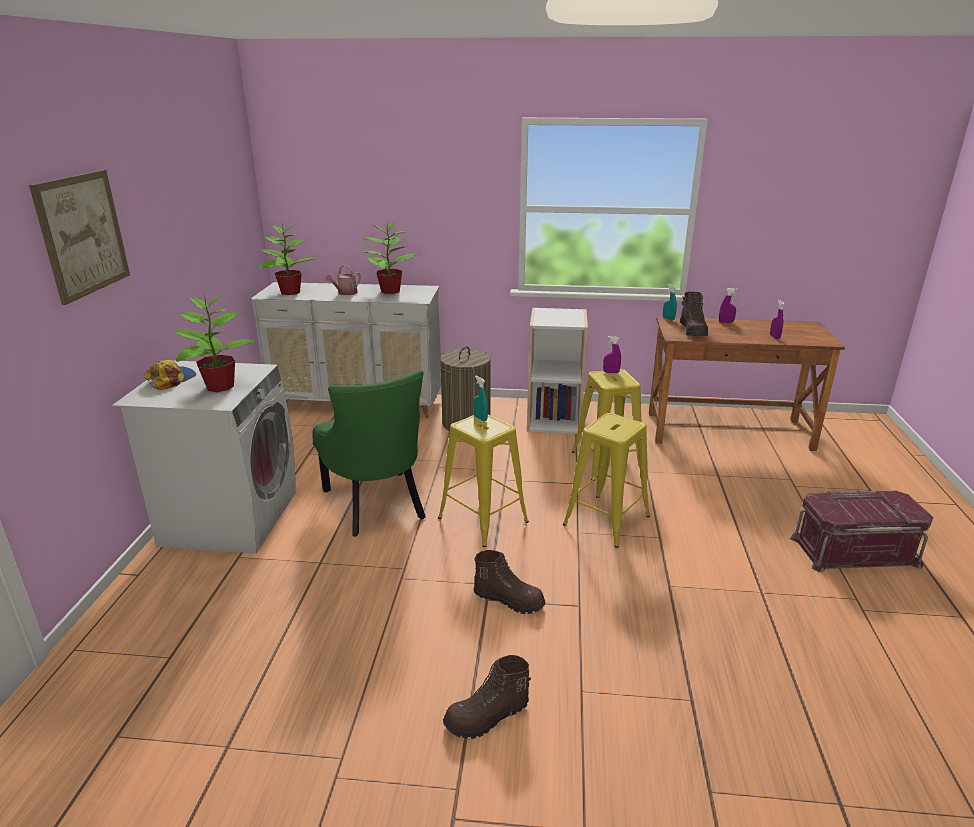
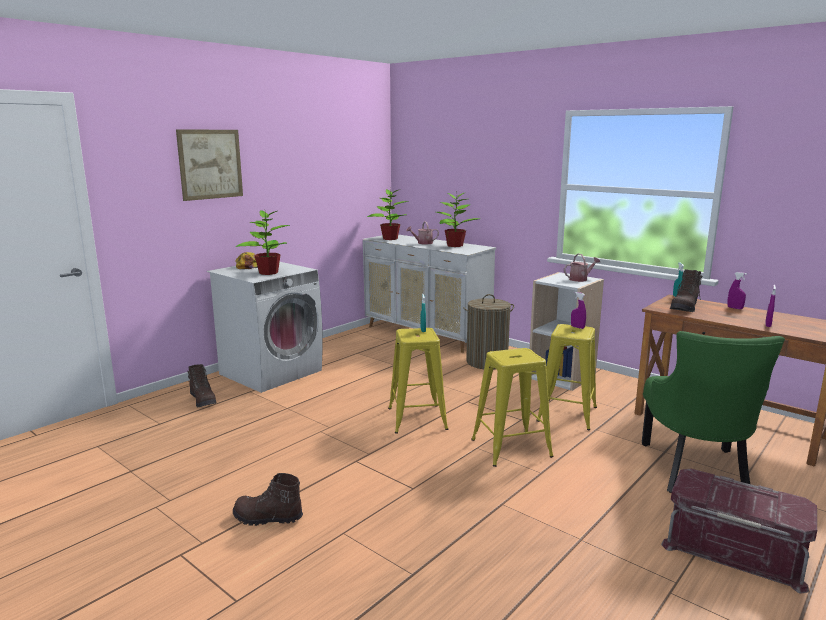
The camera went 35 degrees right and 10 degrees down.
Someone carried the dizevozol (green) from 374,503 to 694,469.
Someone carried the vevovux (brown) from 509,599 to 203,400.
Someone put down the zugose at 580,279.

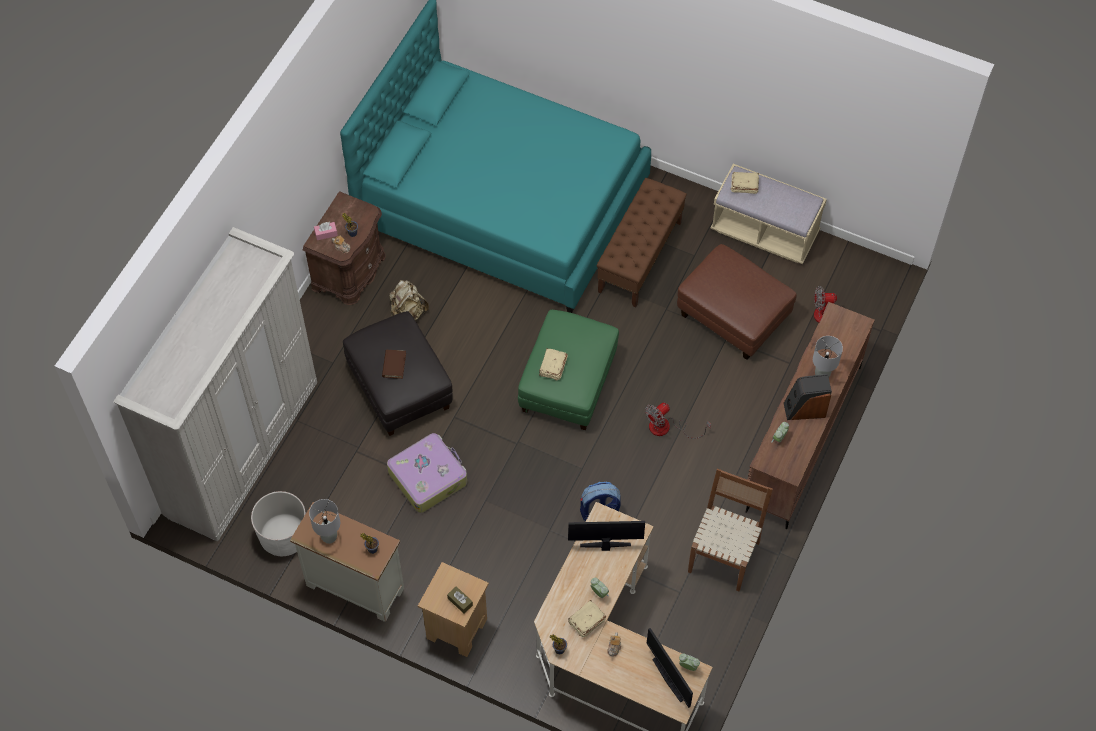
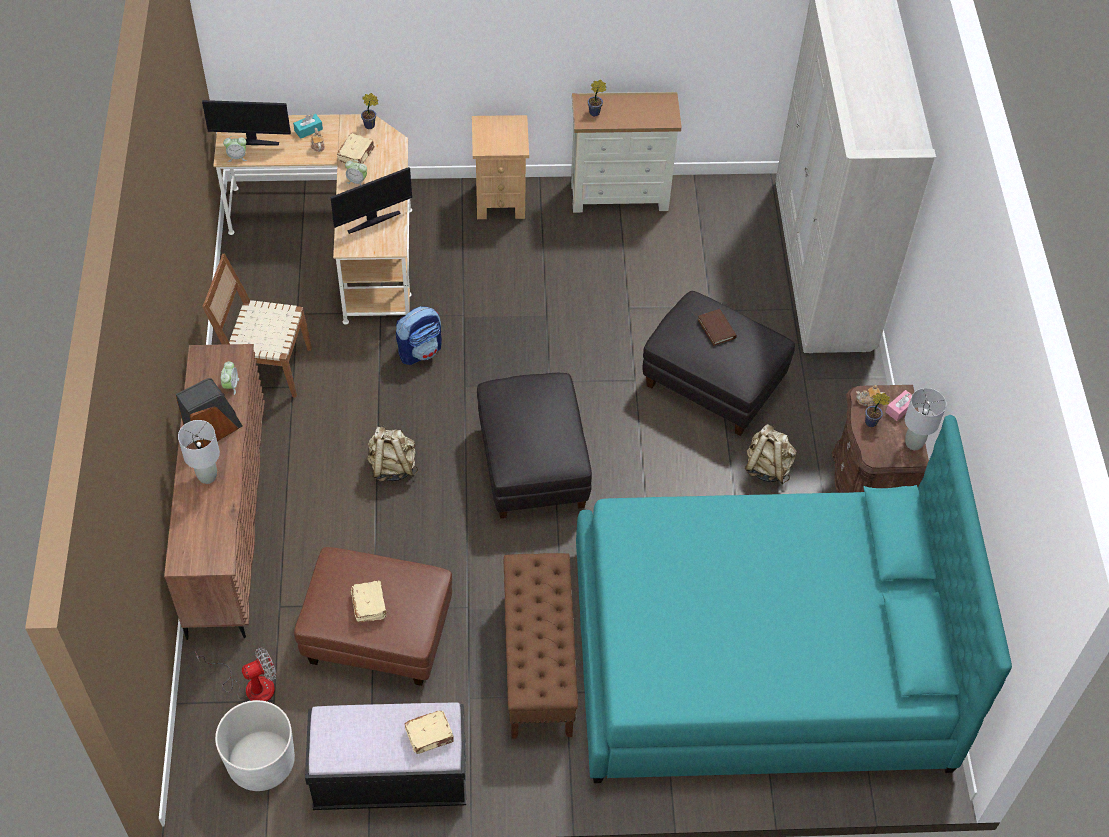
The camera went 150 degrees right and 5 degrees down.
Someone repainted the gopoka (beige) at 764,232, which became the gopoka (black) at 390,778.
Someone repainted the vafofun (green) at 568,384, which became the vafofun (black) at 533,466.
Someone carried the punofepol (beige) from 552,367 to 369,604.
Someone swapped the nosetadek at 667,428 for the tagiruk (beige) at 392,466.
Someone took away the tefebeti at 428,477.
Someone rotated the dizevozol at 725,553 by 105 degrees clockwise.
Someone carried the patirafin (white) from 284,536 to 261,762.
Someone carried the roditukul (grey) from 329,537 to 913,443.
Someone took away the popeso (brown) at 460,602.
Someone rotated the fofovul at 669,679 by 150 degrees clockwise.
Someone put down the popeso (turquoise) at 308,130.

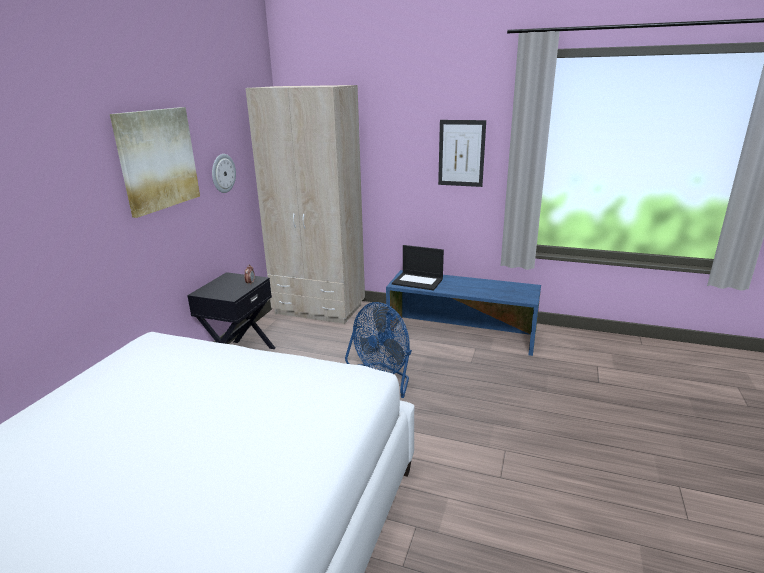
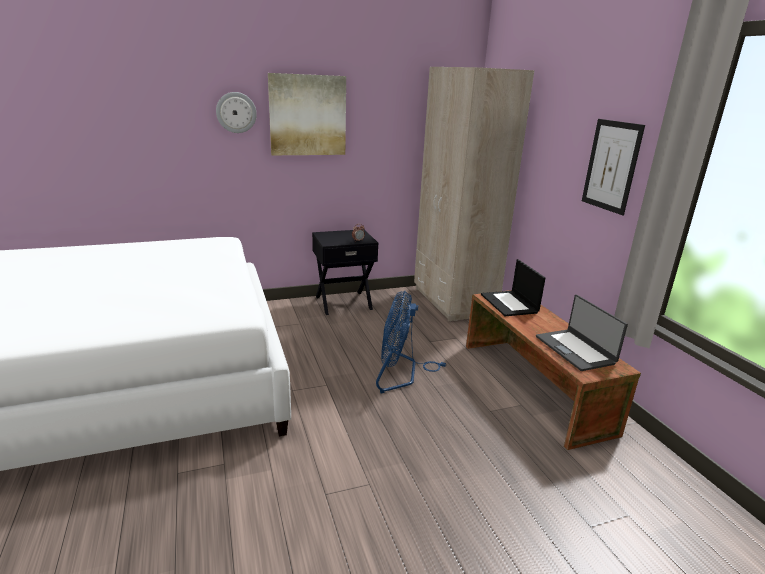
The camera went 50 degrees right and 0 degrees up.
Someone carried the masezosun from 223,173 to 236,112.
Someone repainted the gopoka (blue) at 462,333, which became the gopoka (brown) at 535,386.
Someone put down the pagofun at 575,350.

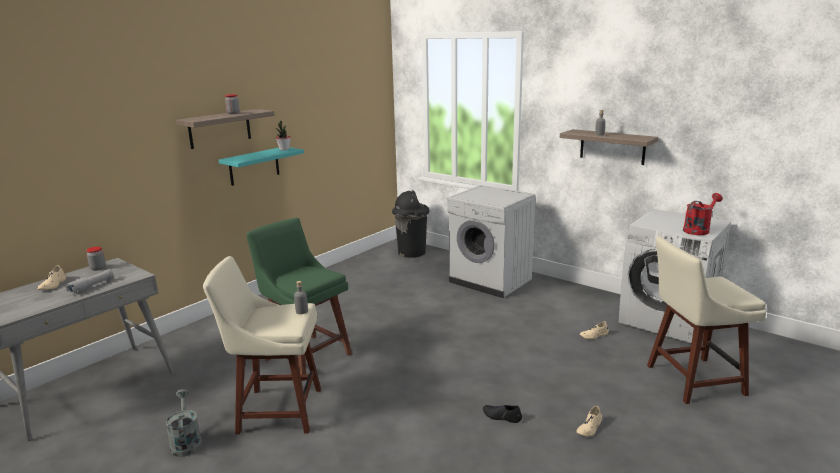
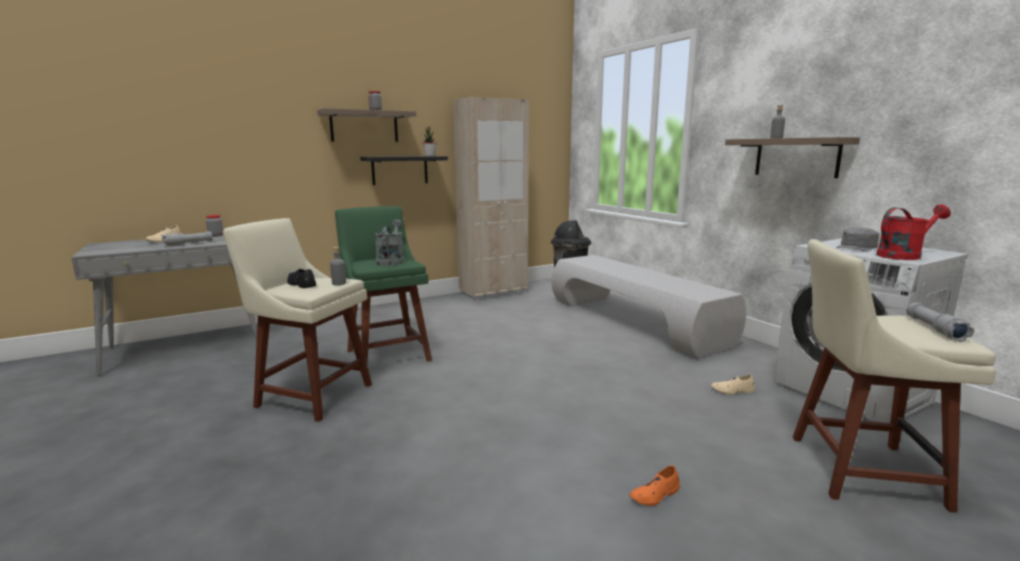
The camera went 20 degrees right and 5 degrees down.
Someone repainted the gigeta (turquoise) at 254,166, which became the gigeta (black) at 400,170.
Someone swapped the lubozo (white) at 489,281 for the gopoka (grey) at 635,321.
Someone carried the zugose (grey) from 186,442 to 391,261.
Someone carried the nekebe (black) from 501,416 to 301,284.
Someone repainted the nekebe (beige) at 589,428, which became the nekebe (orange) at 655,495.
Someone put down the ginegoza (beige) at 494,293.
Someone put down the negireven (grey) at 857,247.
Someone put down the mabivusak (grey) at 934,329.

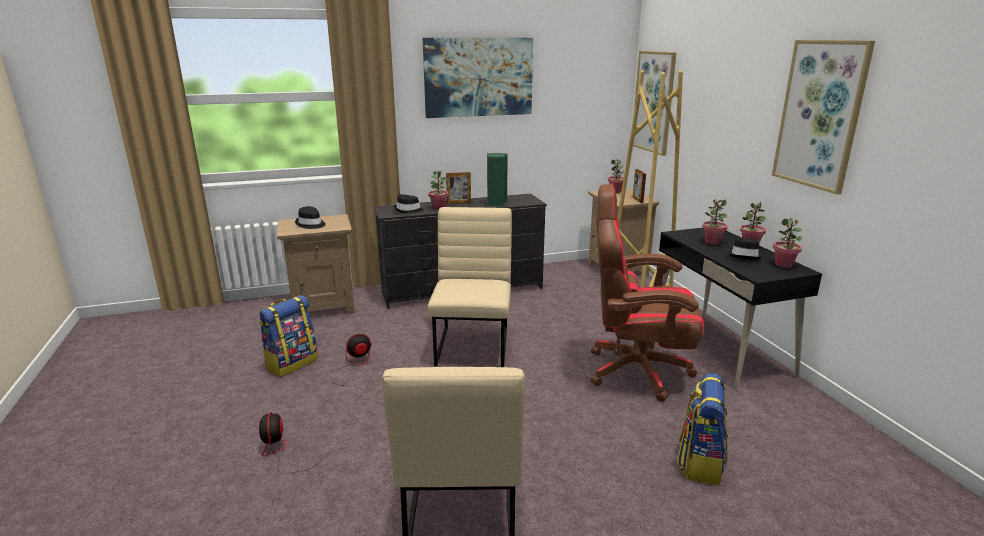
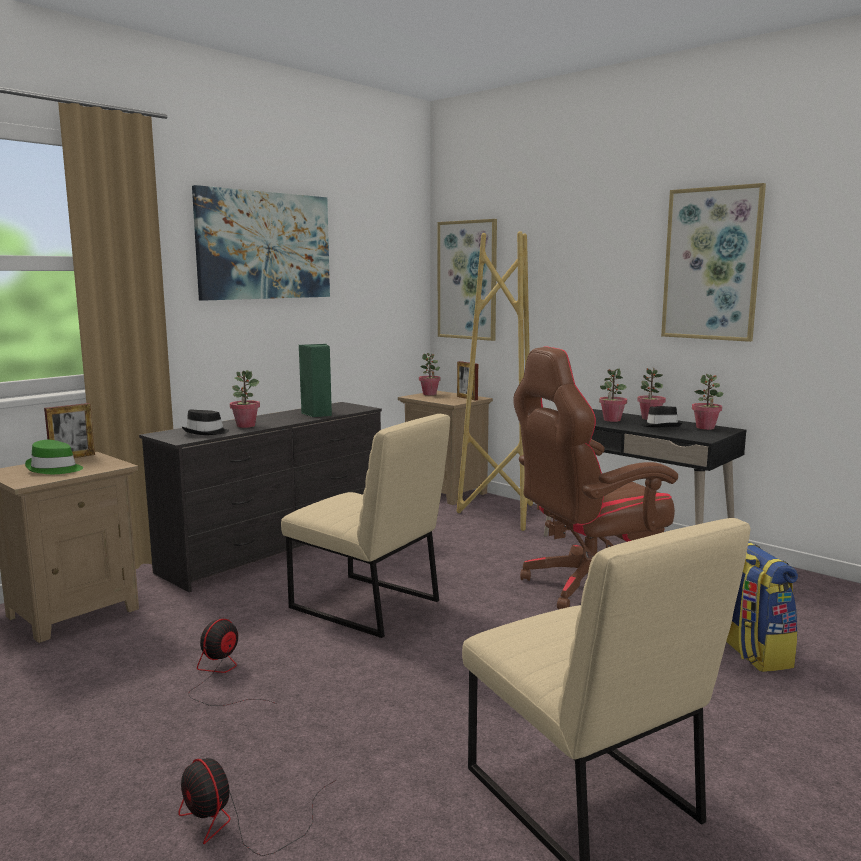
The camera went 30 degrees left and 10 degrees down.
Someone carried the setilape from 459,203 to 72,457.
Someone repainted the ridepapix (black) at 310,224, which became the ridepapix (green) at 54,469.
Someone rotated the dizevozol (beige) at 473,345 by 150 degrees clockwise.
Someone took away the tagiruk at 292,363.

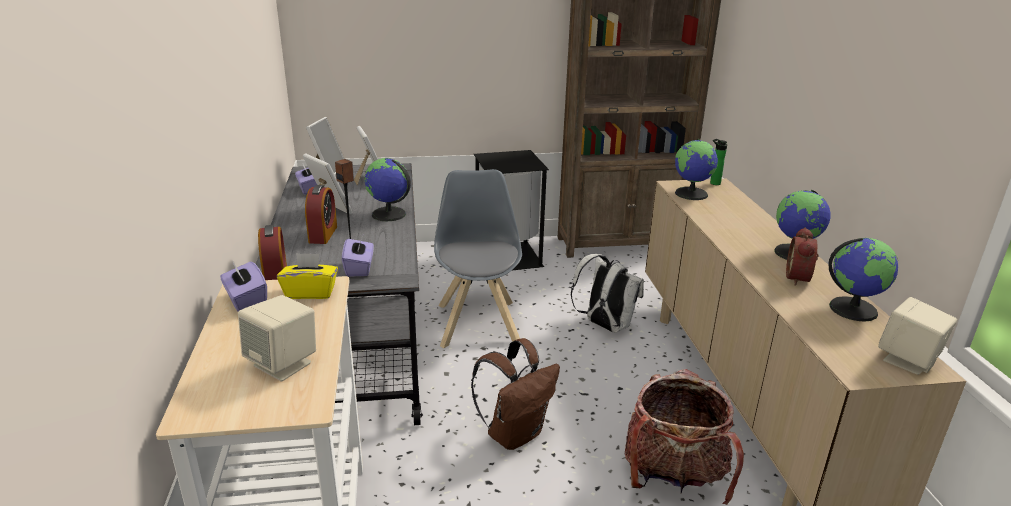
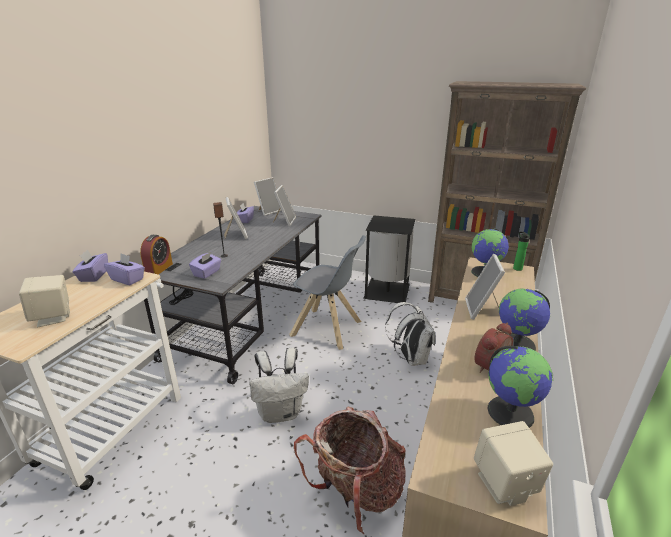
The camera went 30 degrees right and 0 degrees up.
Someone took away the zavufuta at 388,214.
Someone rotated the dizevozol (grey) at 478,322 by 90 degrees clockwise.
Someone took away the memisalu at 323,234.
Someone repainted the popeso (yellow) at 310,292, which became the popeso (purple) at 127,279.
Someone repainted the tagiruk (brown) at 515,433, which became the tagiruk (white) at 281,412.
Someone put down the setilape at 482,310.

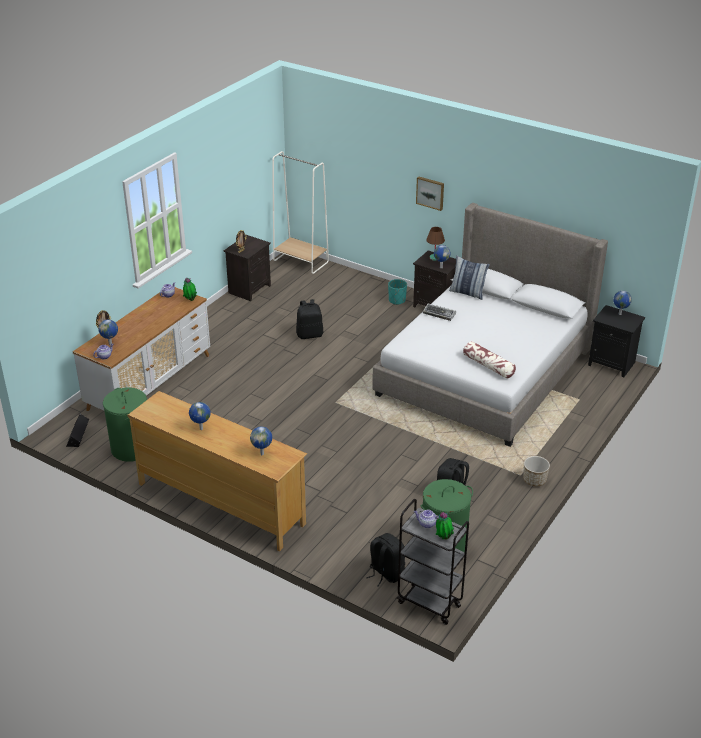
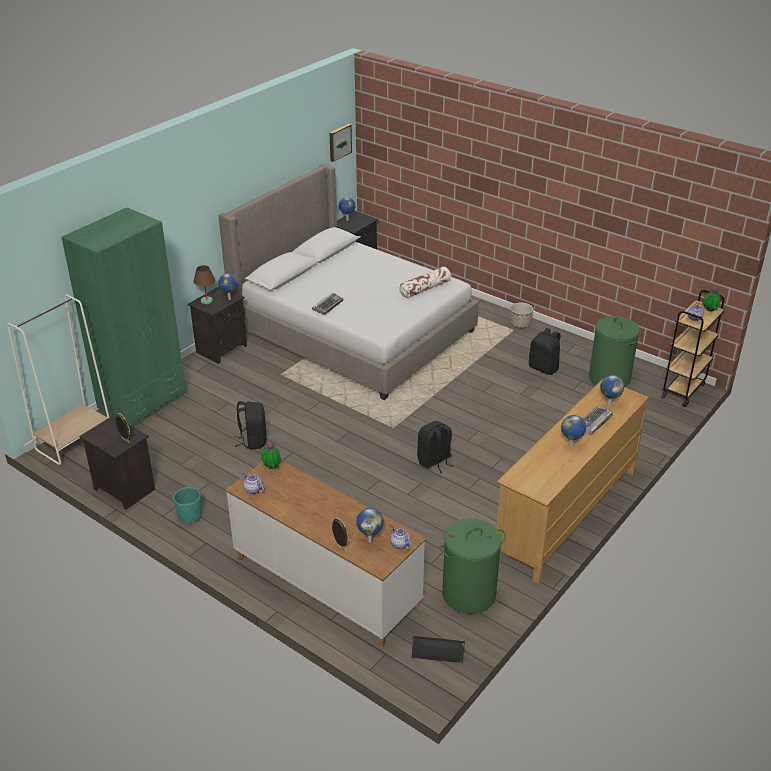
The camera went 85 degrees left and 0 degrees up.
Someone carried the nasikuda from 430,192 to 339,142.
Someone took away the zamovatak at 467,292.
Someone carried the patirafin (turquoise) from 397,300 to 189,516.
Someone repainted the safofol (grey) at 428,604, which became the safofol (brown) at 683,392.
Someone carried the tagiruk (black) from 385,573 to 434,461.
Someone put down the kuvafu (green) at 144,404.
Someone put down the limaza at 593,423.

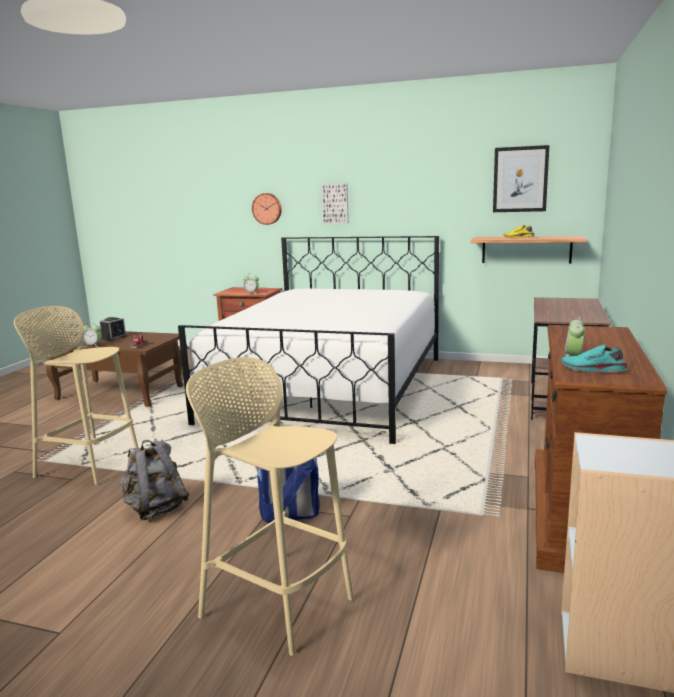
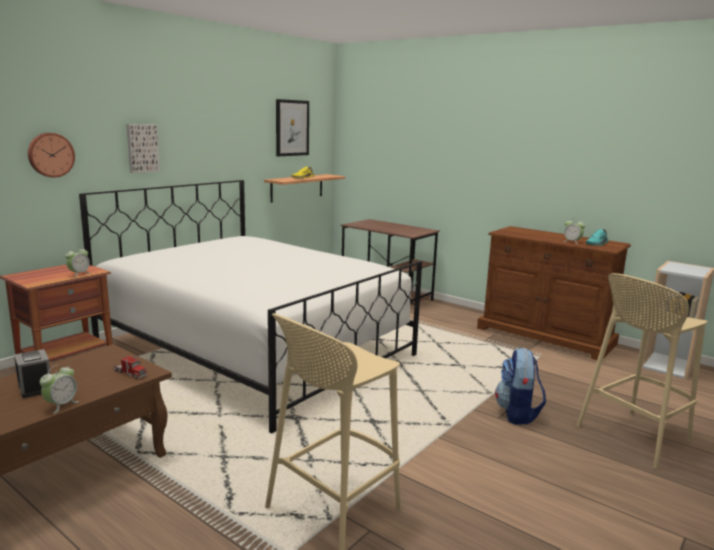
The camera went 70 degrees left and 0 degrees up.
Someone took away the tagiruk (grey) at 156,509.

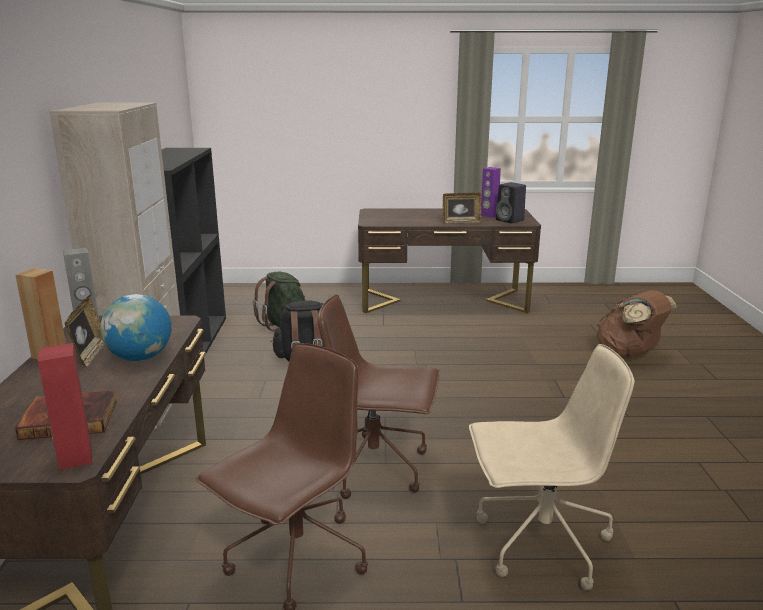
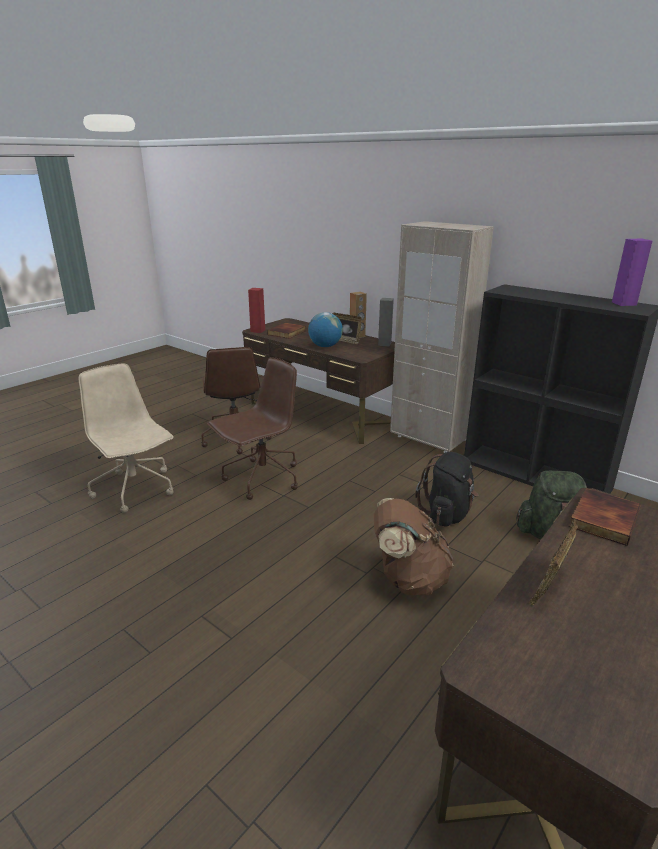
The camera went 130 degrees right and 5 degrees up.
Someone carried the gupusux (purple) from 489,215 to 623,303.
Someone took away the gupusux (black) at 510,220.
Someone carried the tagiruk (brown) from 629,354 to 408,579.
Someone rotated the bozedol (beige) at 536,544 by 105 degrees clockwise.
Someone put down the punofepol at 602,518.

